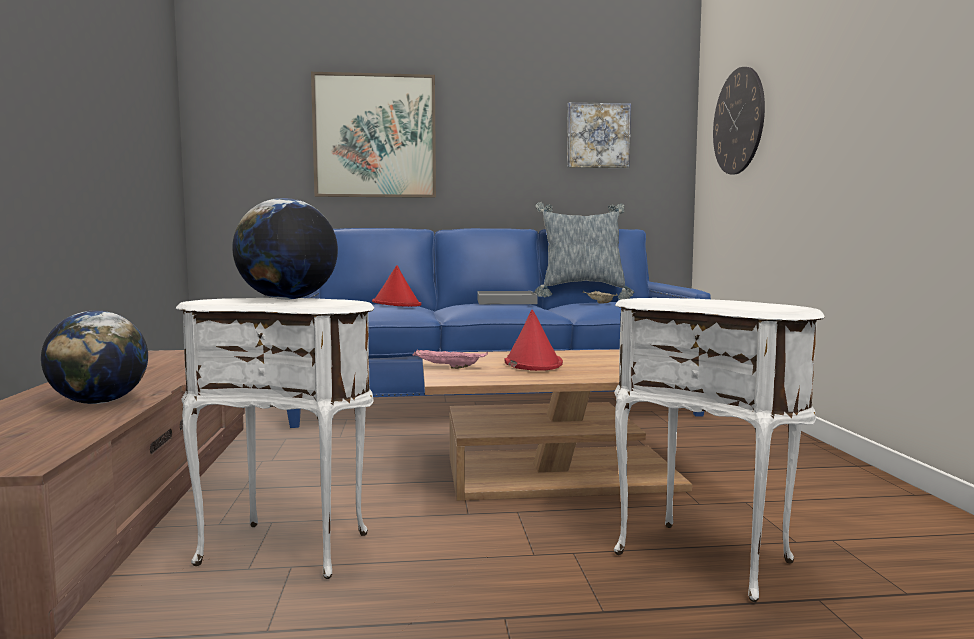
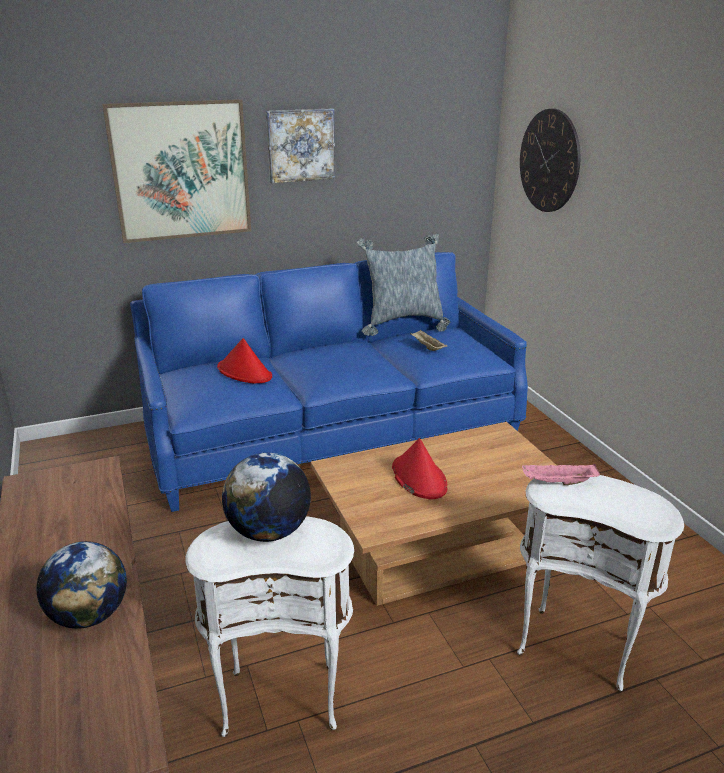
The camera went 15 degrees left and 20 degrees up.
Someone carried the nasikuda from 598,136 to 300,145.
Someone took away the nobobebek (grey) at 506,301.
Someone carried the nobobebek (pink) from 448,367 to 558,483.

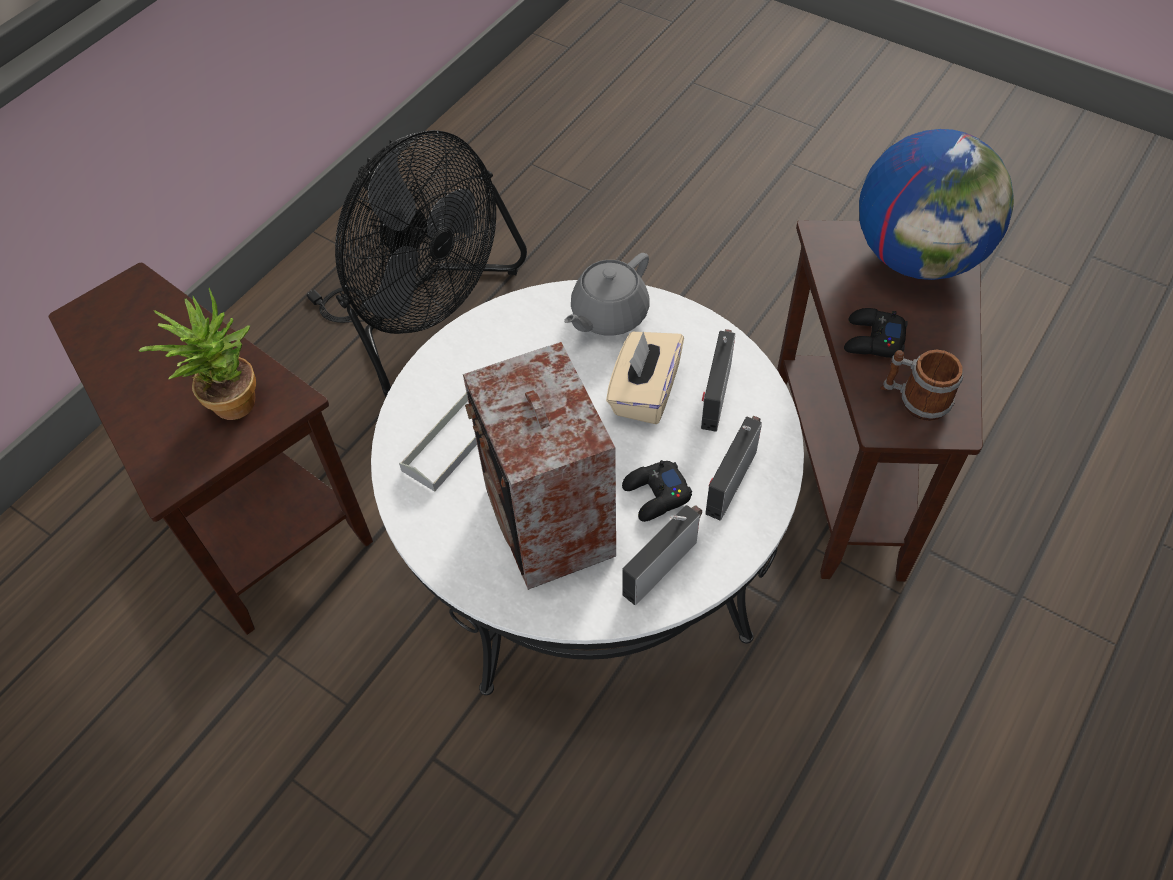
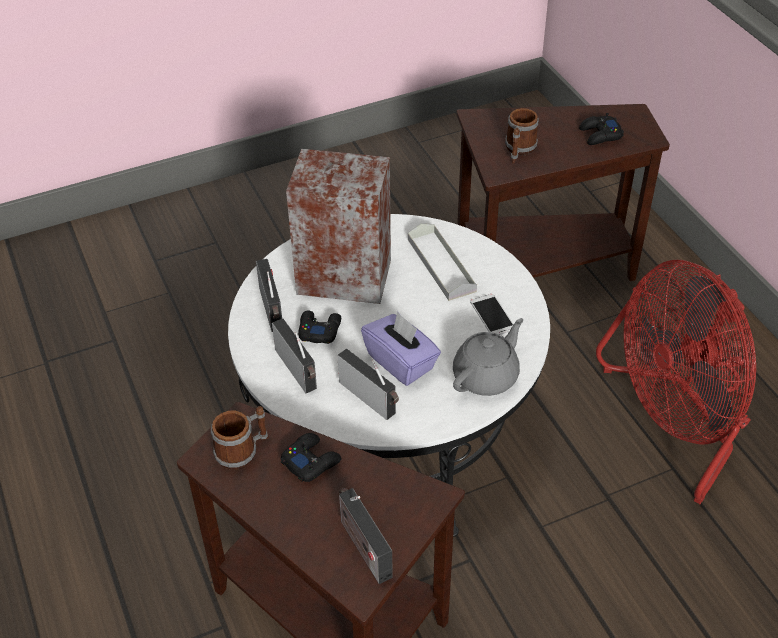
The camera went 120 degrees right and 10 degrees down.
Someone swapped the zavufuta at 918,256 for the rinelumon at 363,546.
Someone repainted the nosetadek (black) at 418,317, which became the nosetadek (red) at 678,416.
Someone rotated the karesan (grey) at 608,315 by 60 degrees clockwise.
Someone swapped the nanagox at 228,399 for the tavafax at 519,151.
Someone repainted the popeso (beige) at 644,393, which became the popeso (purple) at 401,362.
Someone put down the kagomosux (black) at 600,135.
Someone put down the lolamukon at 492,315.

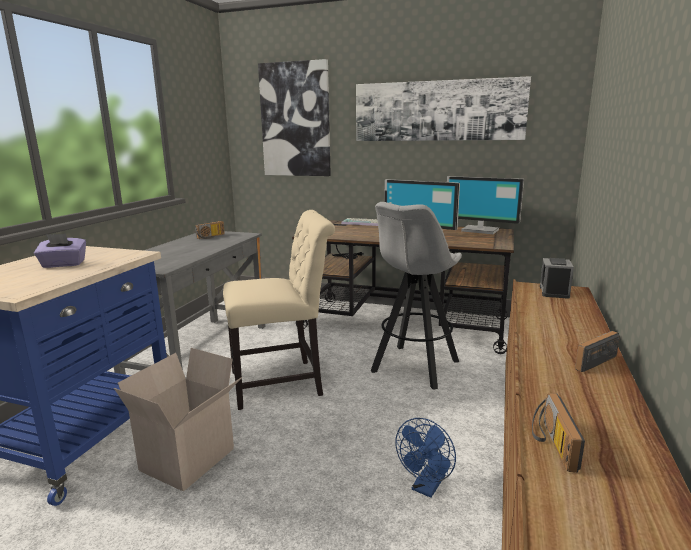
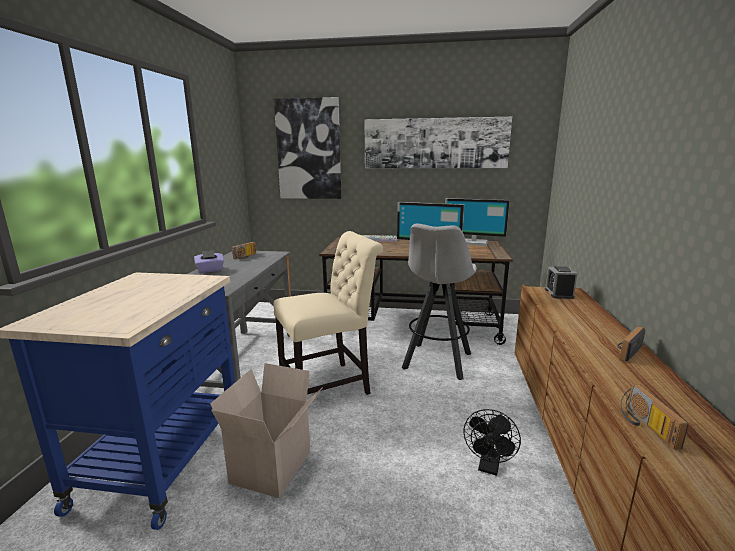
The camera went 10 degrees left and 0 degrees up.
Someone carried the popeso (purple) from 63,264 to 210,270.
Someone repainted the nosetadek (blue) at 426,487, which became the nosetadek (black) at 489,467.

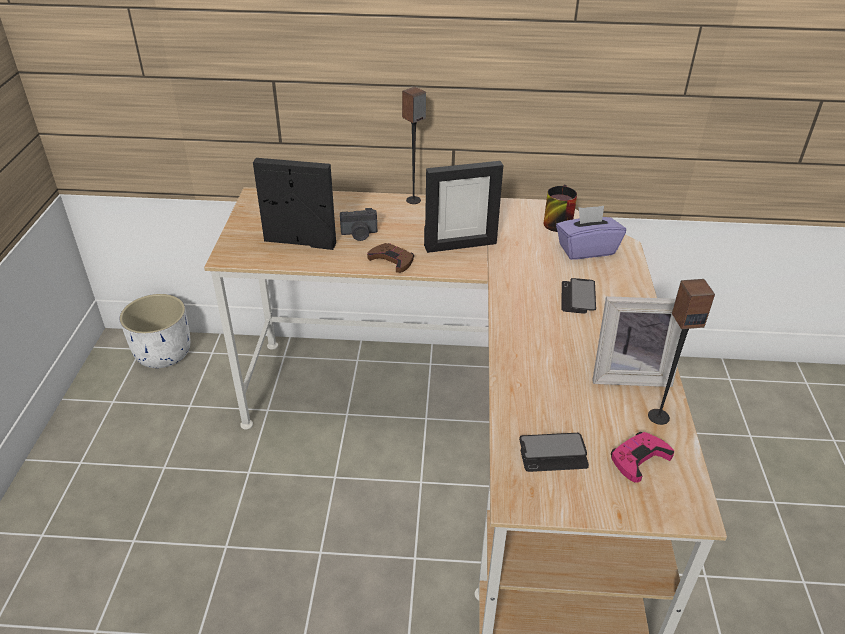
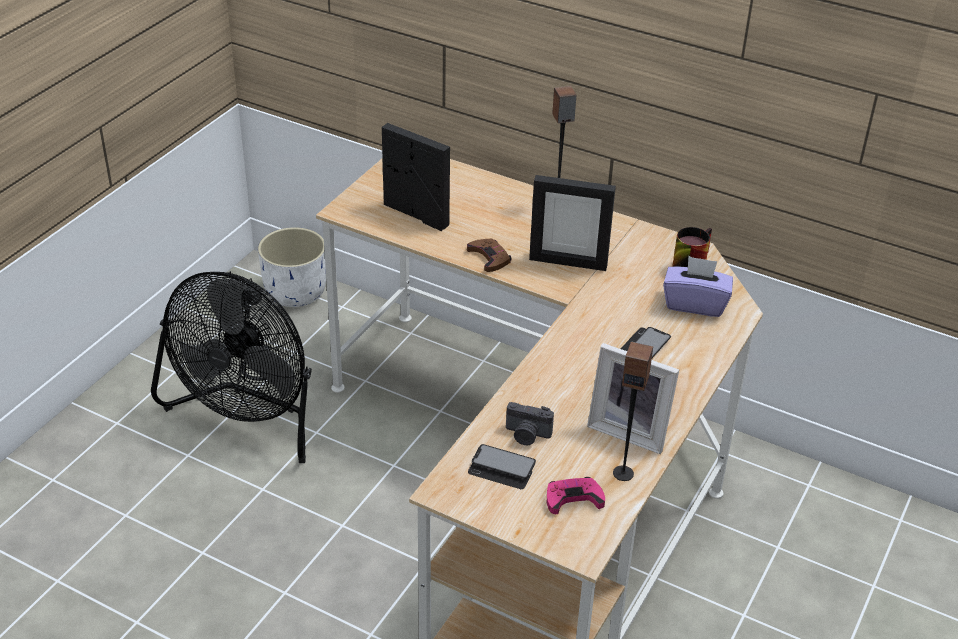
The camera went 25 degrees right and 0 degrees up.
Someone carried the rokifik from 359,234 to 527,435.
Someone put down the nosetadek (black) at 247,412.

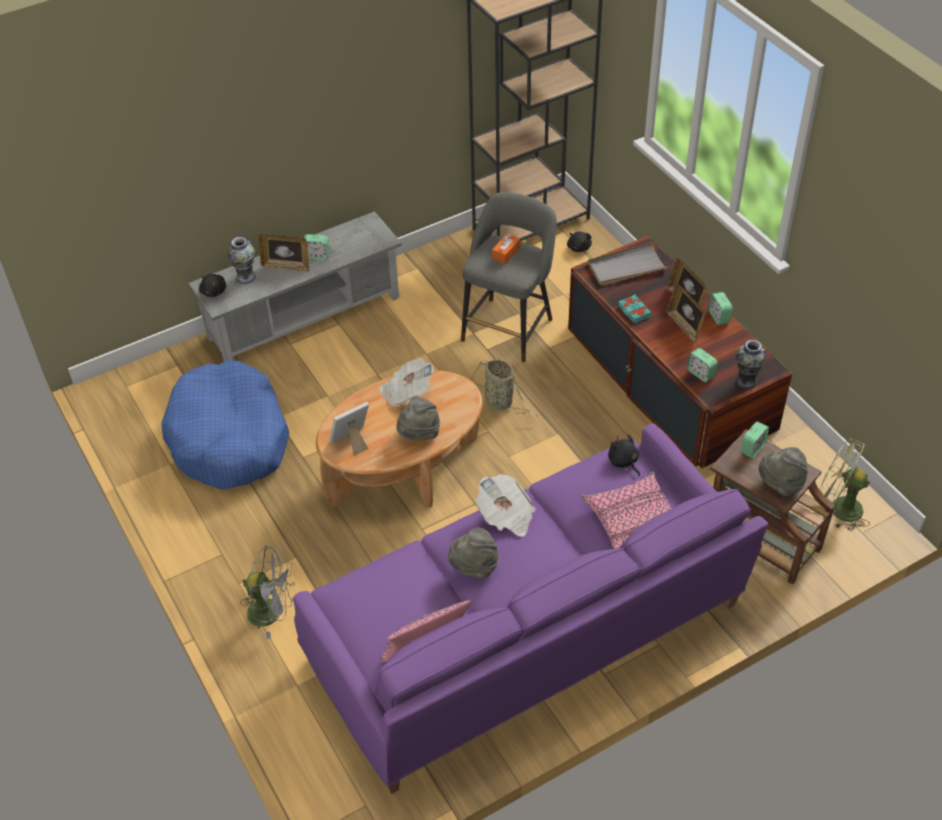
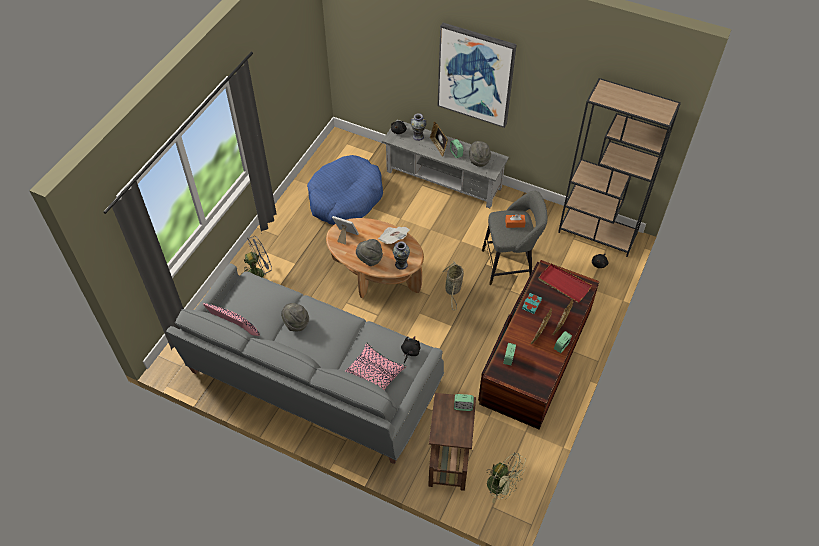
The camera went 55 degrees right and 5 degrees up.
Someone repainted the nobobebek (grey) at 626,267, which became the nobobebek (red) at 564,284.
Someone carried the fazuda from 746,381 to 401,264.
Someone repainted the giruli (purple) at 527,635, which became the giruli (grey) at 312,380.
Someone rotated the nosetadek (green) at 838,508 by 135 degrees clockwise.
Someone carried the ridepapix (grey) from 780,484 to 479,160.
Someone took away the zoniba at 506,515.
Someone rotated the nosetadek (grey) at 272,612 by 90 degrees counterclockwise.
Someone put up the nasikuda at 476,75.

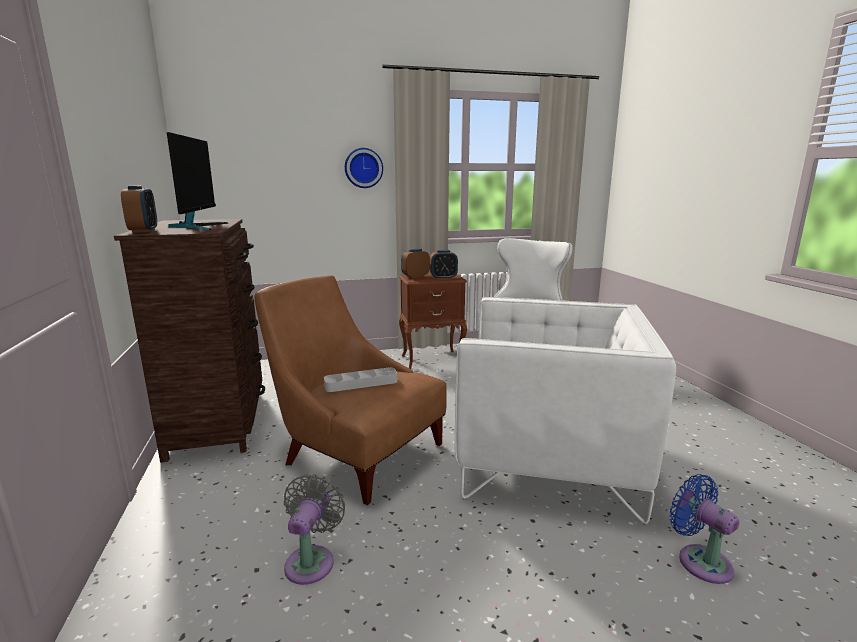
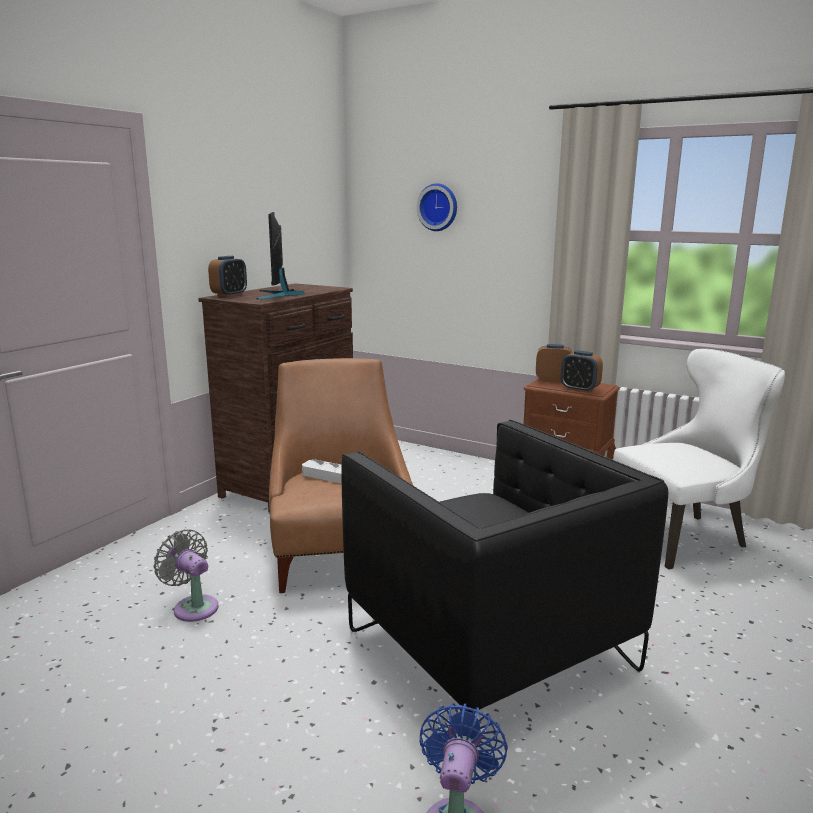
The camera went 45 degrees right and 0 degrees up.
Someone rotated the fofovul at 198,226 by 135 degrees clockwise.
Someone carried the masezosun from 363,168 to 438,207.
Someone repainted the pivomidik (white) at 548,461, which became the pivomidik (black) at 488,649.
Someone rotated the nosetadek (grey) at 312,560 by 105 degrees counterclockwise.

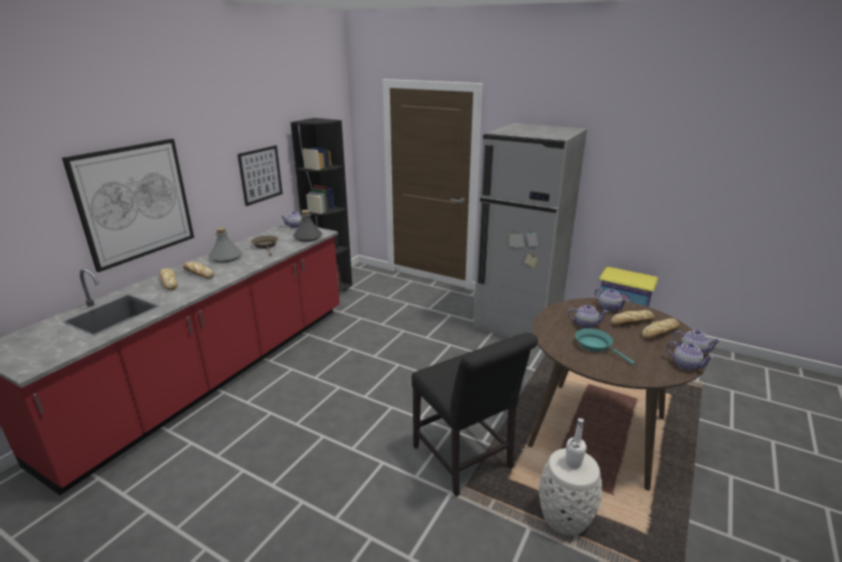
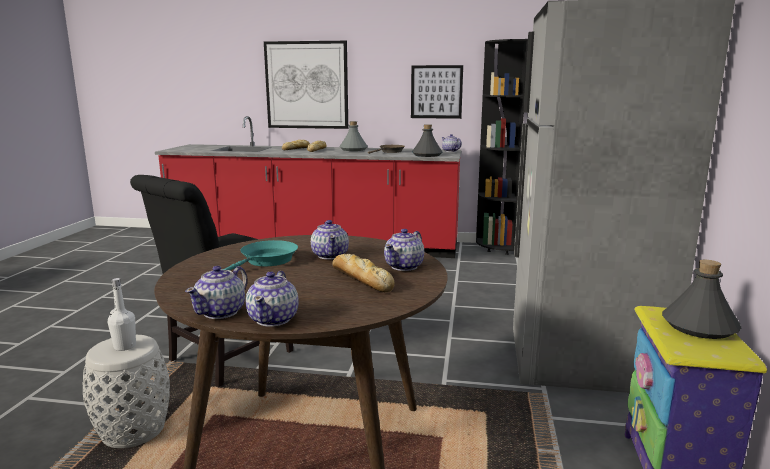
The camera went 70 degrees right and 10 degrees down.
Someone took away the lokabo at 659,333.
Someone put down the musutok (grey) at 698,326.

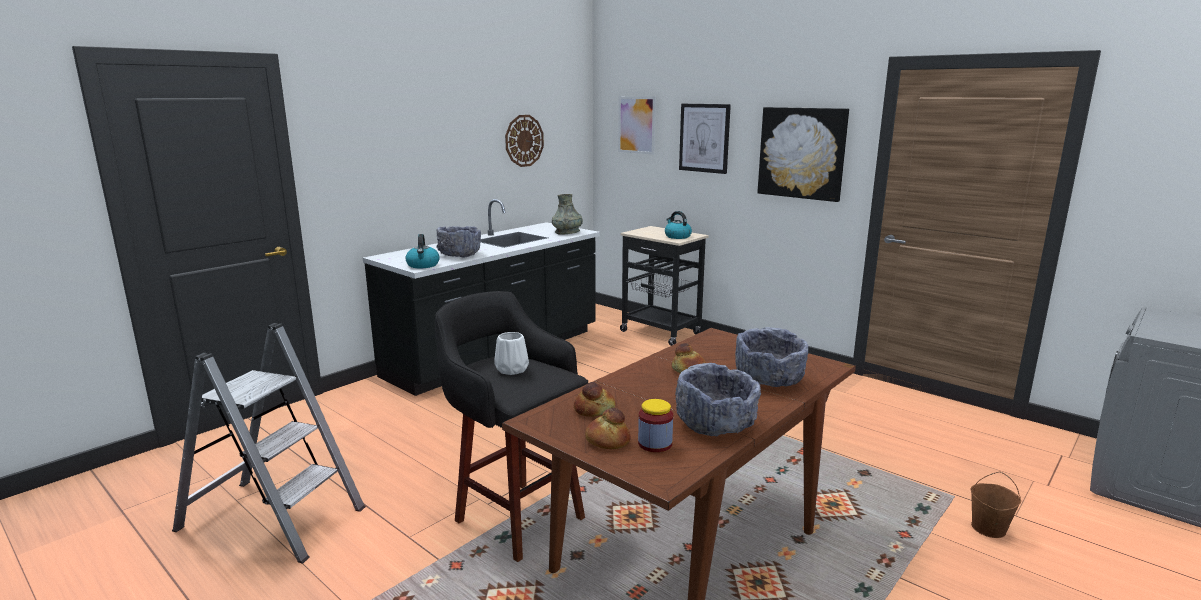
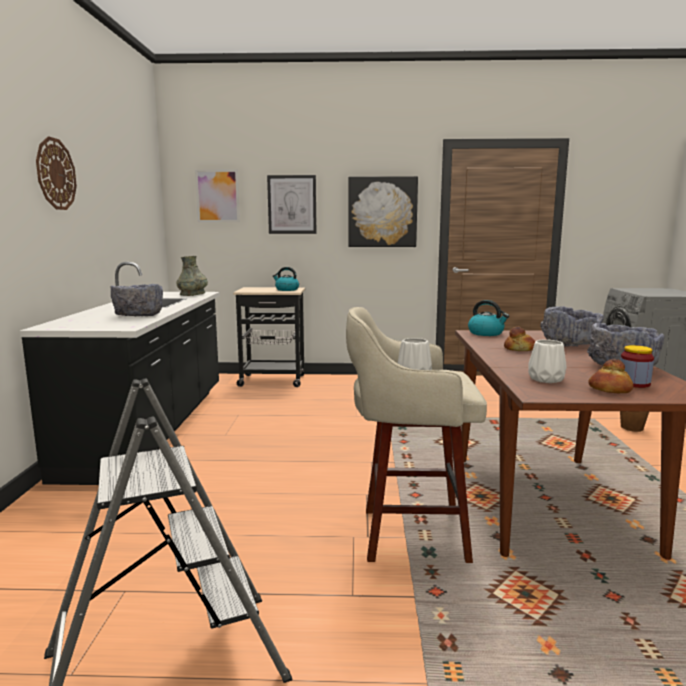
The camera went 40 degrees left and 5 degrees down.
Someone carried the masezosun from 524,140 to 55,174.
Someone carried the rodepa from 423,265 to 486,333.
Someone repainted the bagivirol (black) at 516,517, which became the bagivirol (beige) at 408,535.
Someone swapped the lokabo at 594,410 for the fazuda (white) at 547,379.

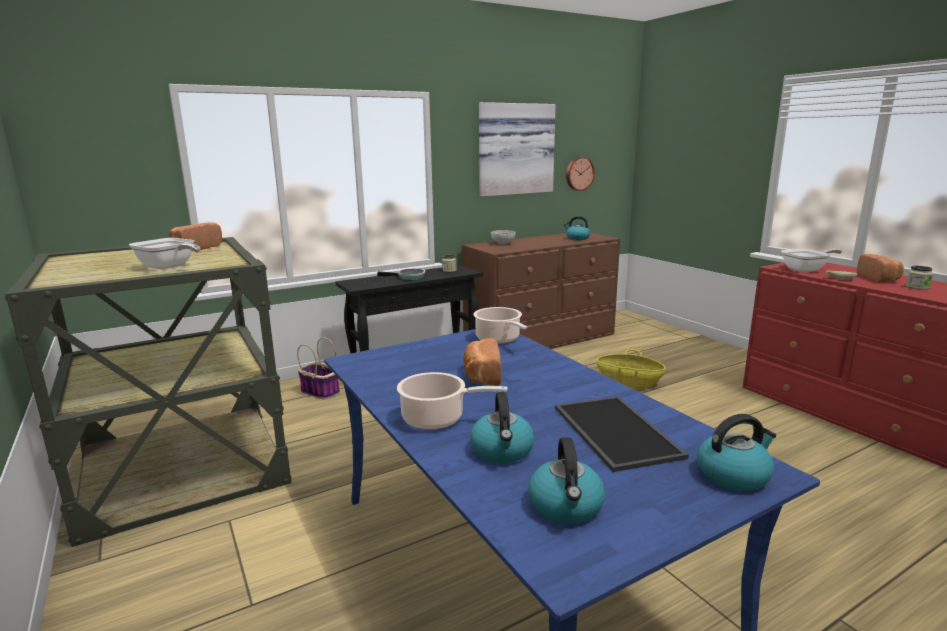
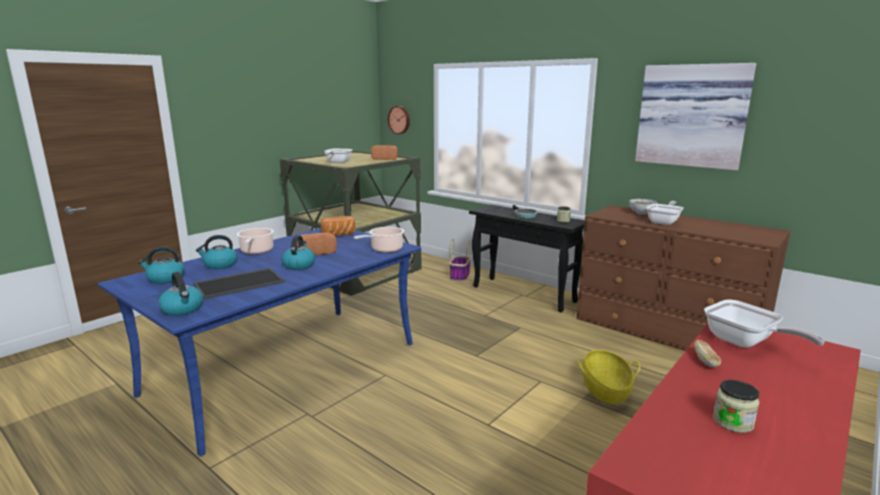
The camera went 70 degrees right and 0 degrees up.
Someone carried the masezosun from 579,173 to 399,120.
Someone carried the rodepa from 577,238 to 299,265.
Someone carried the lokabo from 880,278 to 339,235.
Someone put down the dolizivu at 664,222.

